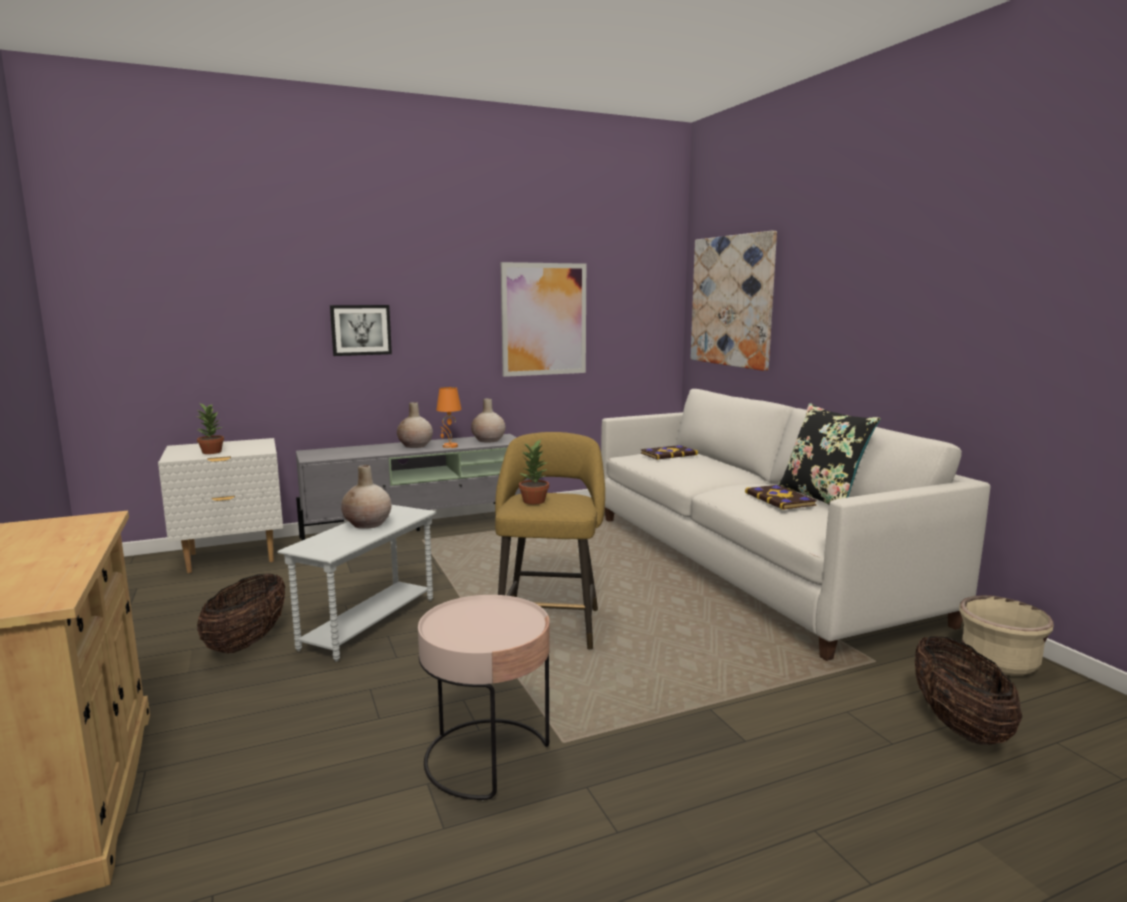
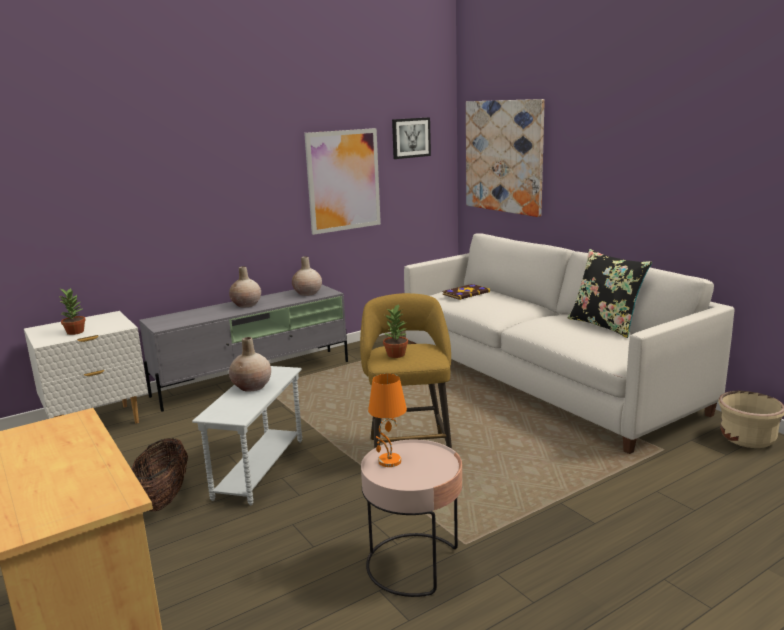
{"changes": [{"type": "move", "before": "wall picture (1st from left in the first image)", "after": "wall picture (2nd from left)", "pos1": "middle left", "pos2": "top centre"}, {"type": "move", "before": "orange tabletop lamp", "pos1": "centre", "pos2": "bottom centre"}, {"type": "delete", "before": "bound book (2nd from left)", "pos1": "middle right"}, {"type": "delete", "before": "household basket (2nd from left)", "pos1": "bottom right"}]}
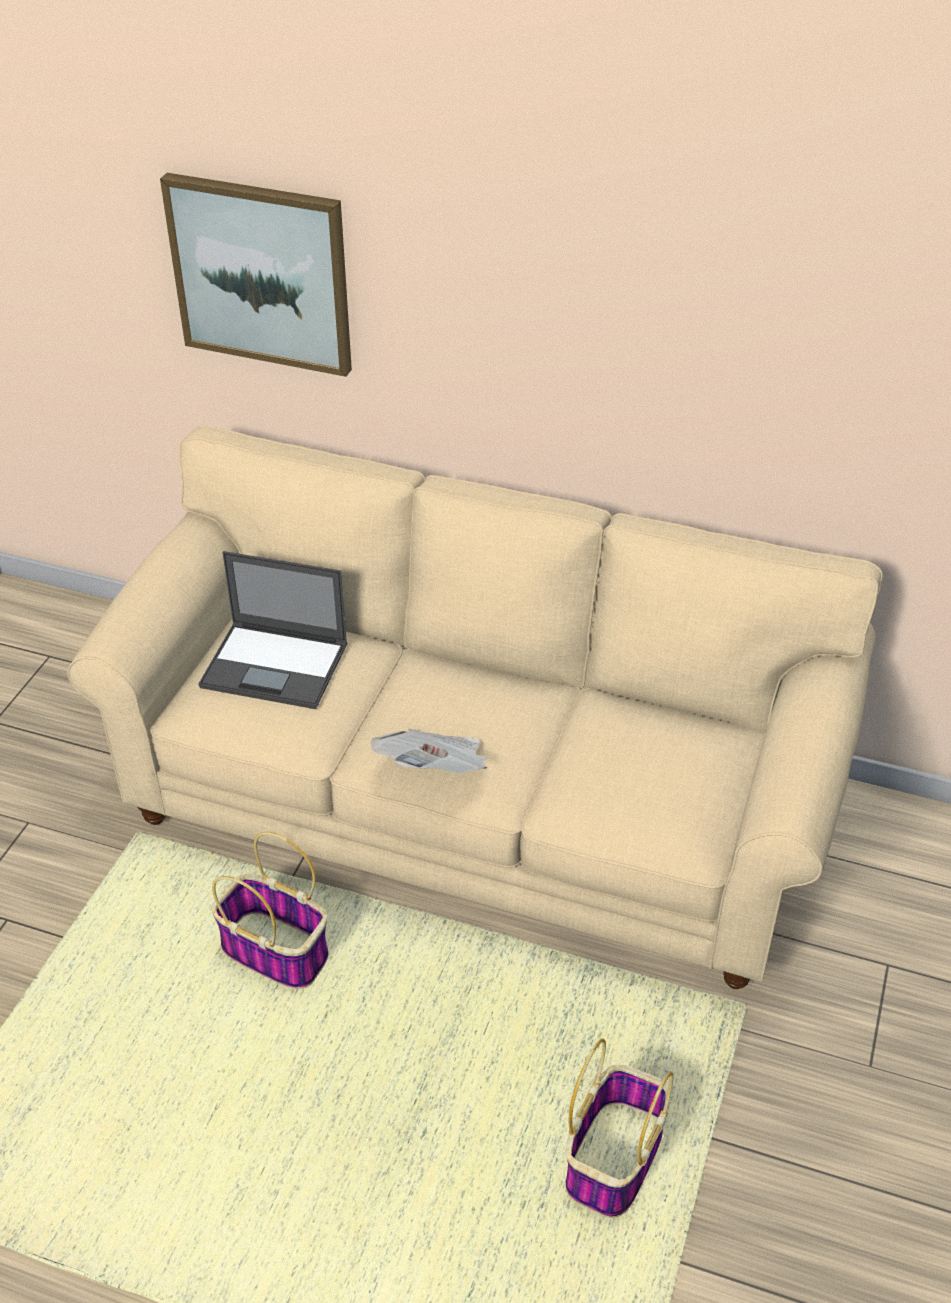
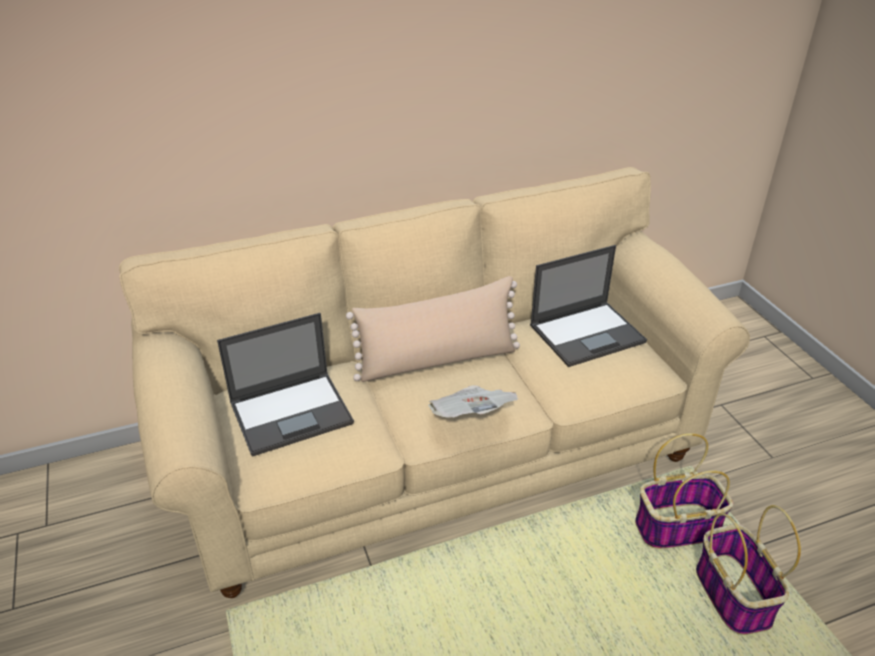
{"changes": [{"type": "delete", "before": "wall picture", "pos1": "top left"}, {"type": "move", "before": "household basket (1st from left)", "pos1": "bottom left", "pos2": "bottom right"}, {"type": "insert", "after": "portable computer (2nd from left)", "pos2": "middle right"}, {"type": "insert", "after": "beige-coloured pillow", "pos2": "centre"}]}
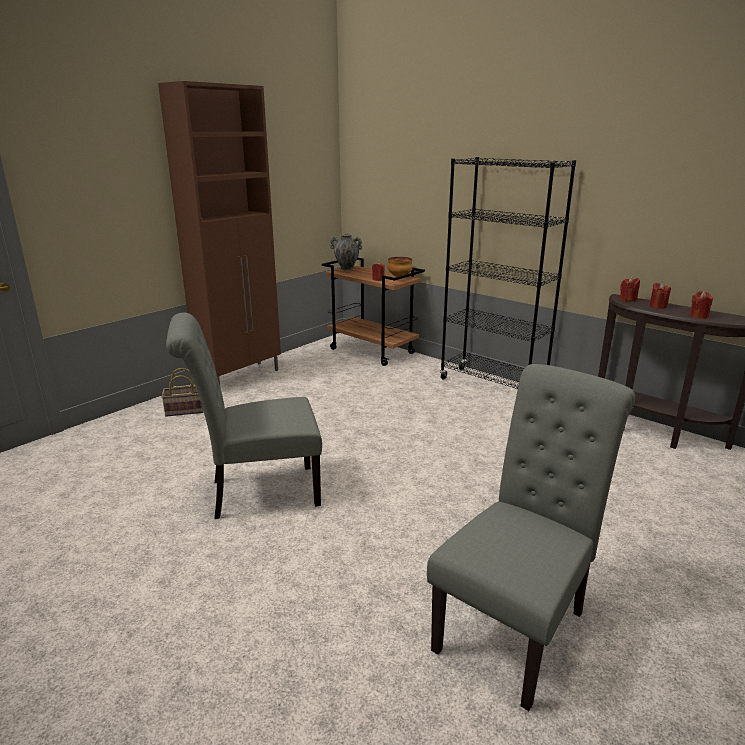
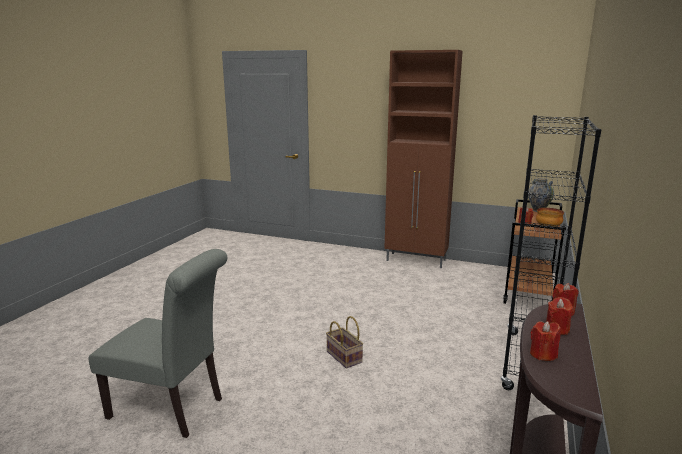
{"changes": [{"type": "delete", "before": "grey upright chair (1st from left)", "pos1": "middle left"}, {"type": "move", "before": "household basket", "pos1": "middle left", "pos2": "bottom centre"}]}
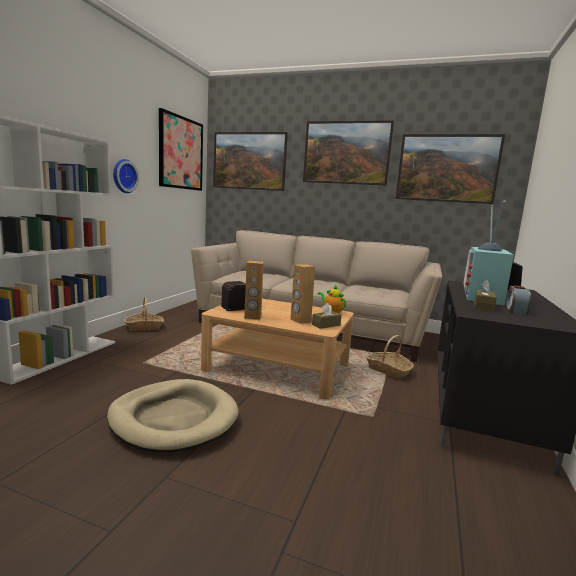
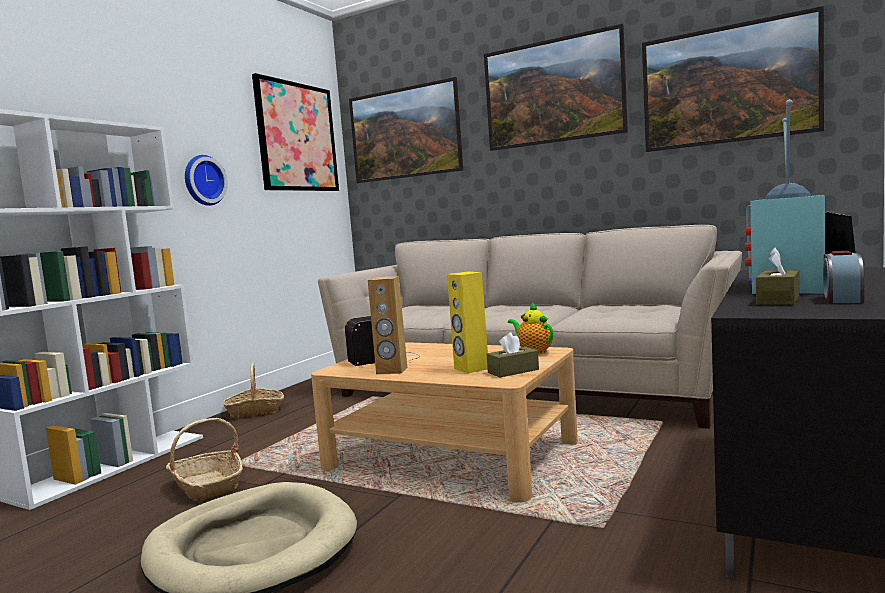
{"changes": [{"type": "recolor", "before": "brownish speaker (2nd from left)", "after": "yellow-coloured speaker", "pos1": "centre", "pos2": "centre"}, {"type": "move", "before": "household basket (2nd from left in the first image)", "after": "household basket (1st from left)", "pos1": "middle right", "pos2": "bottom left"}]}
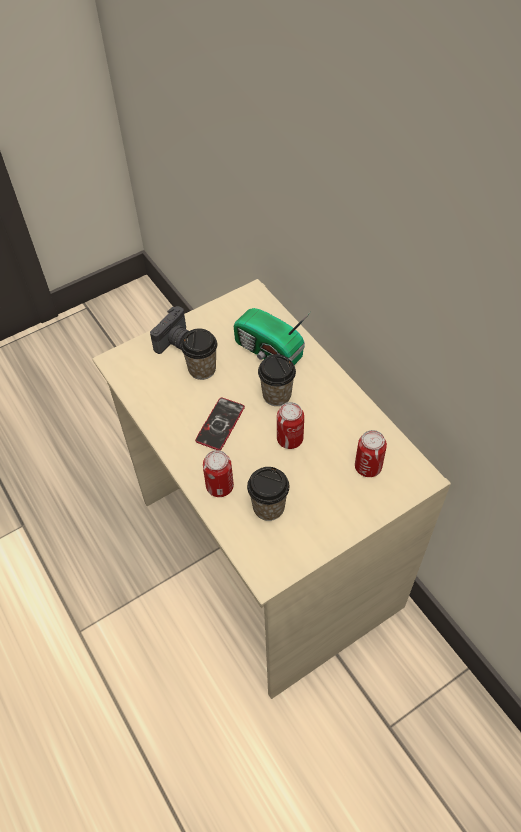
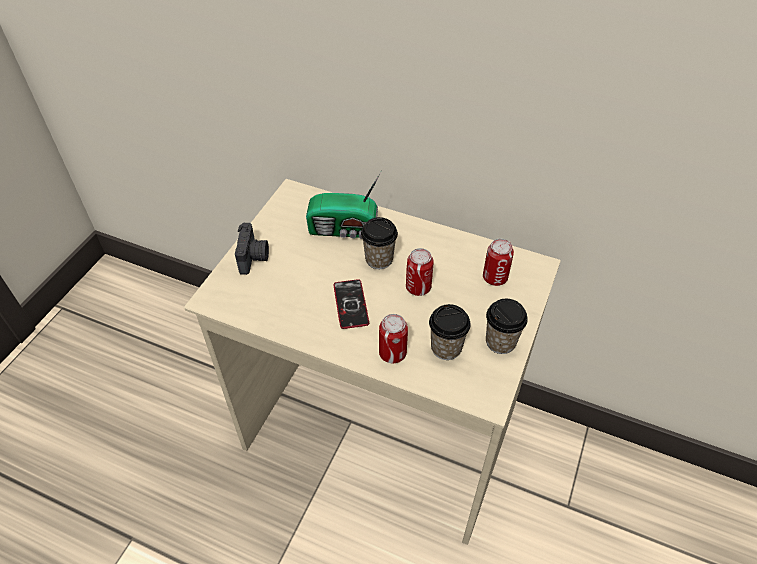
{"changes": [{"type": "move", "before": "small cup (1st from left in the first image)", "after": "small cup (3rd from left)", "pos1": "centre", "pos2": "middle right"}]}
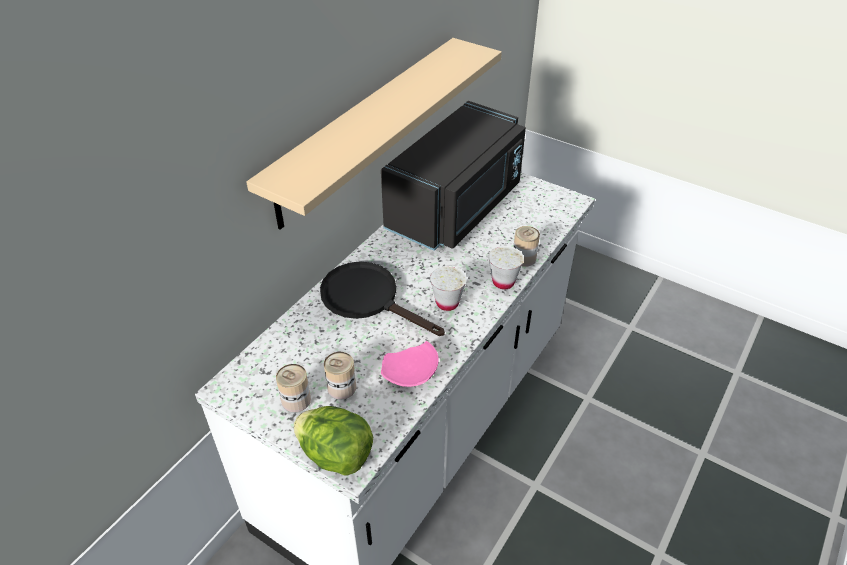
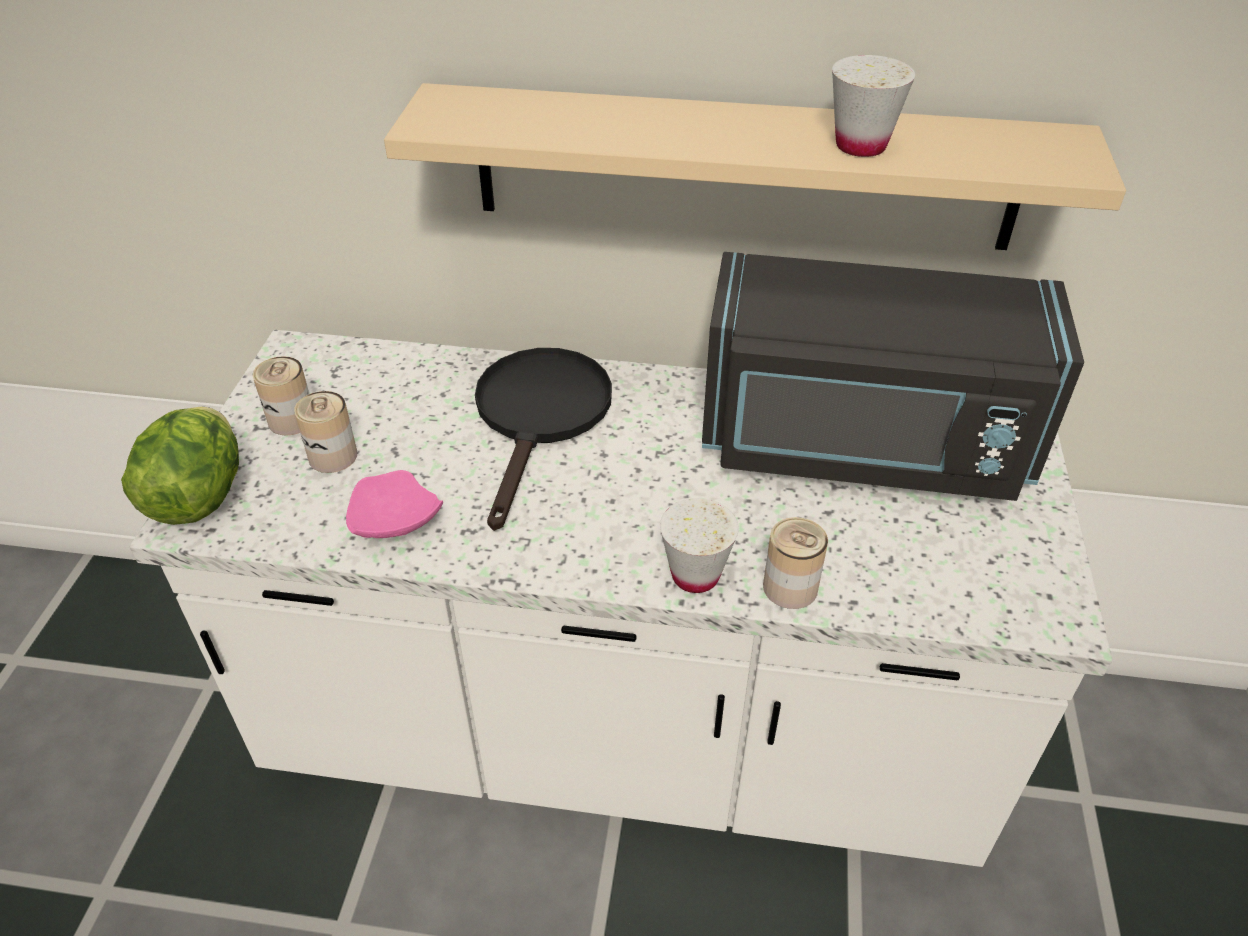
{"changes": [{"type": "move", "before": "white-coloured small cup (1st from left in the first image)", "after": "white-coloured small cup (2nd from left)", "pos1": "centre", "pos2": "top right"}]}
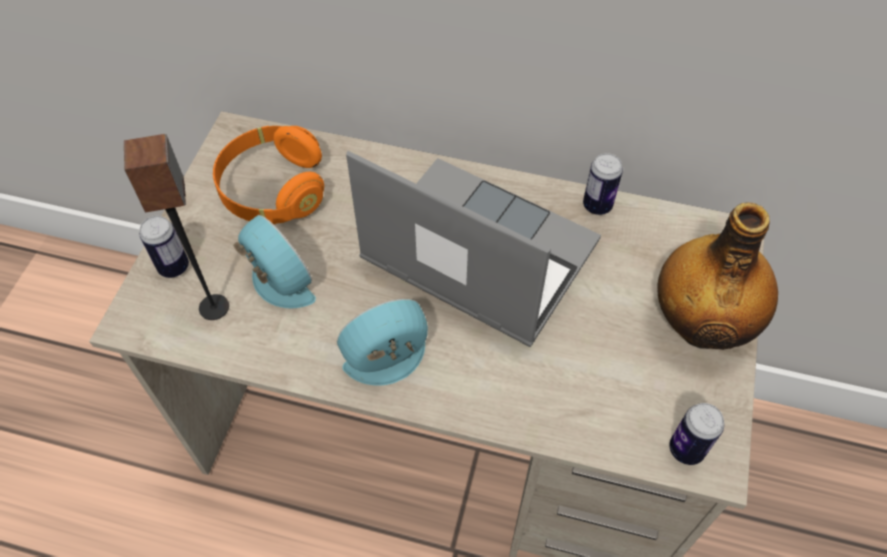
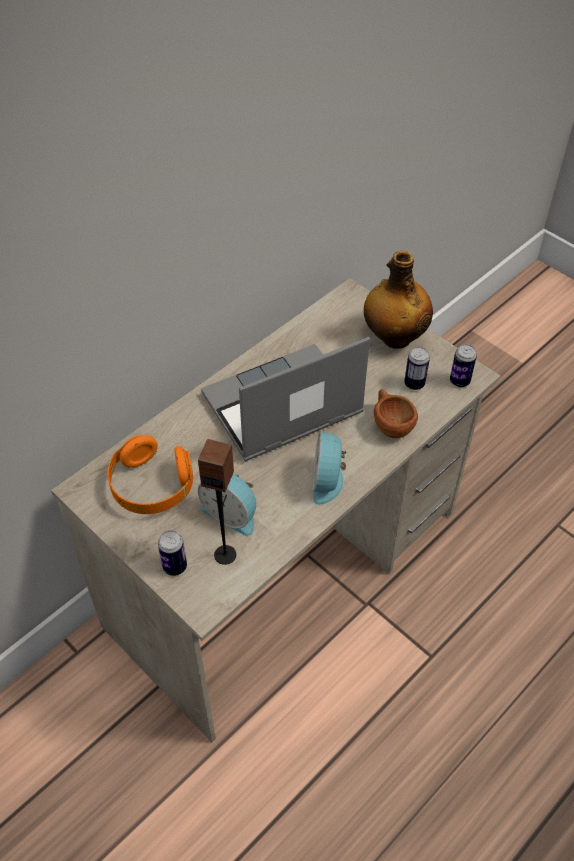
{"changes": [{"type": "move", "before": "can (2nd from left)", "pos1": "top right", "pos2": "middle right"}, {"type": "rotate", "before": "bedside clock (1st from left)", "pos1": "middle left", "pos2": "centre", "turn": -135}, {"type": "insert", "after": "brownish small cup", "pos2": "middle right"}]}
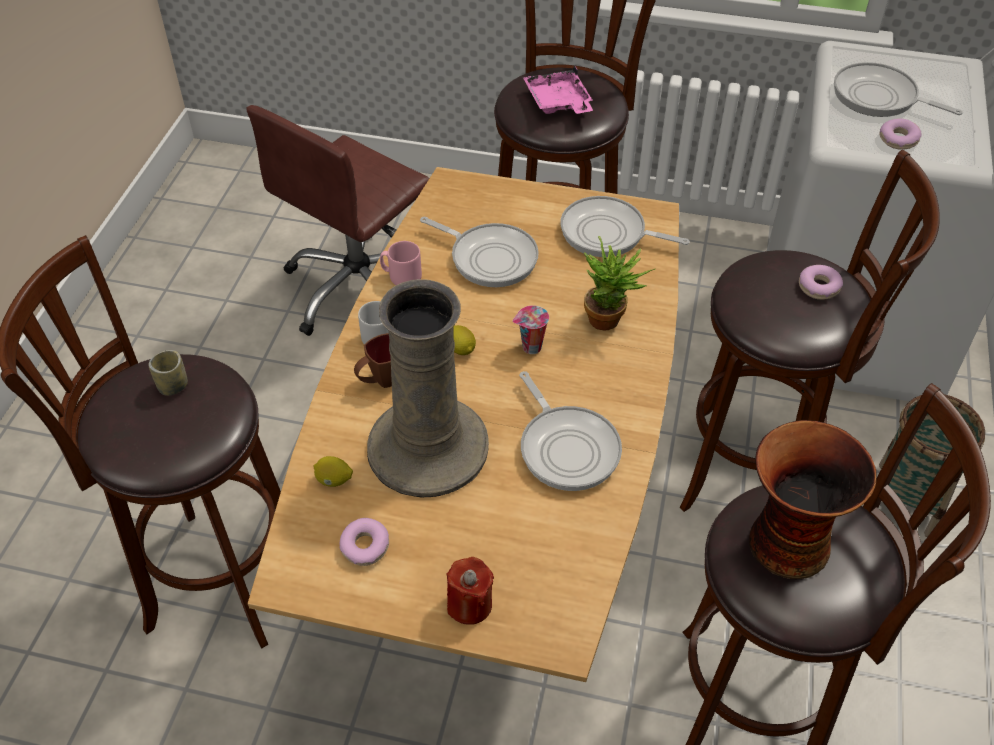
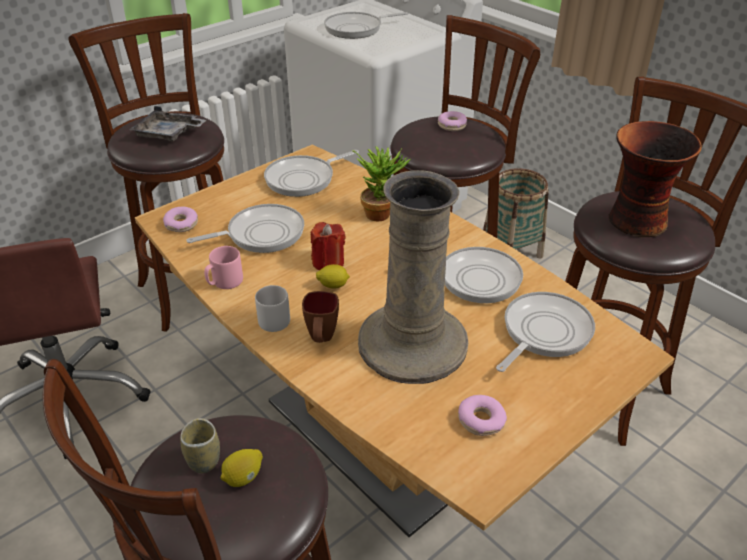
{"changes": [{"type": "recolor", "before": "pink-coloured tray", "after": "grey tray", "pos1": "top centre", "pos2": "top left"}, {"type": "move", "before": "ring doughnut (3rd from left in the first image)", "after": "ring doughnut (1st from left)", "pos1": "top right", "pos2": "middle left"}, {"type": "delete", "before": "small cup (2nd from left)", "pos1": "centre"}, {"type": "move", "before": "citrus fruit (1st from left)", "pos1": "centre", "pos2": "bottom left"}, {"type": "move", "before": "reddish wax light", "pos1": "bottom centre", "pos2": "centre"}, {"type": "insert", "after": "pan (5th from left)", "pos2": "middle right"}]}
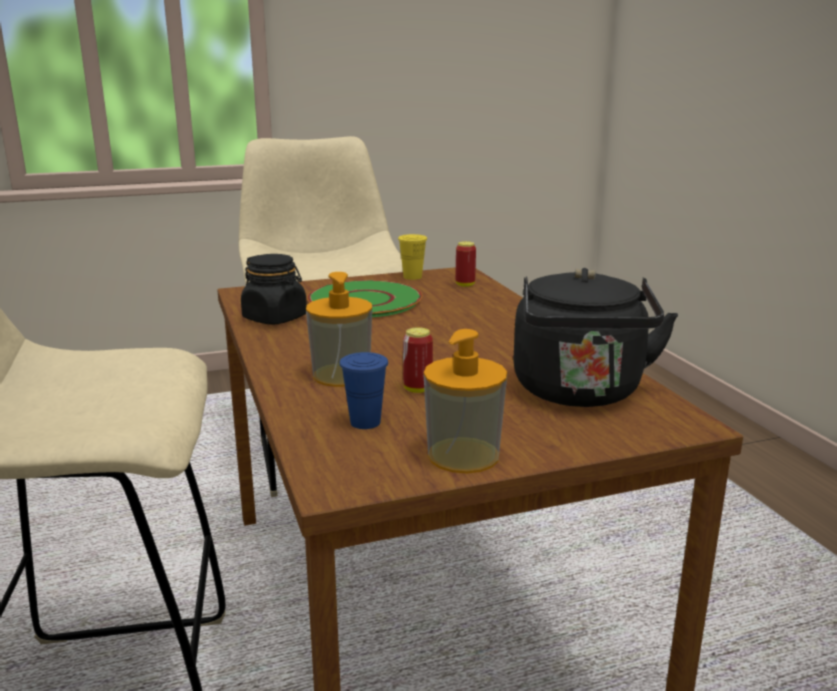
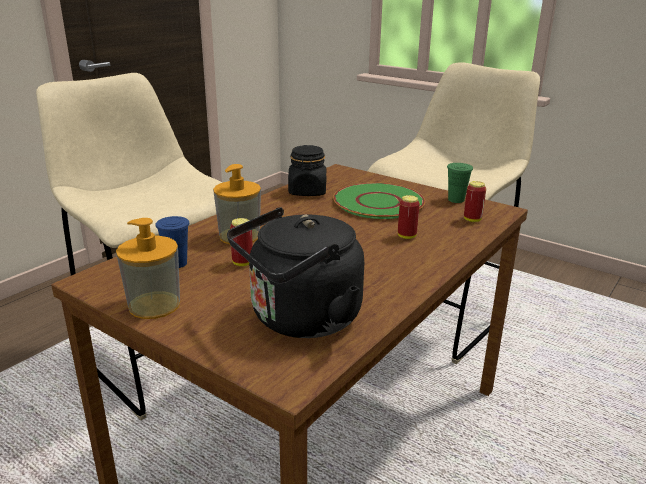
{"changes": [{"type": "recolor", "before": "yellow-coloured small cup", "after": "green-coloured small cup", "pos1": "centre", "pos2": "middle right"}, {"type": "insert", "after": "can (2nd from left)", "pos2": "centre"}]}
